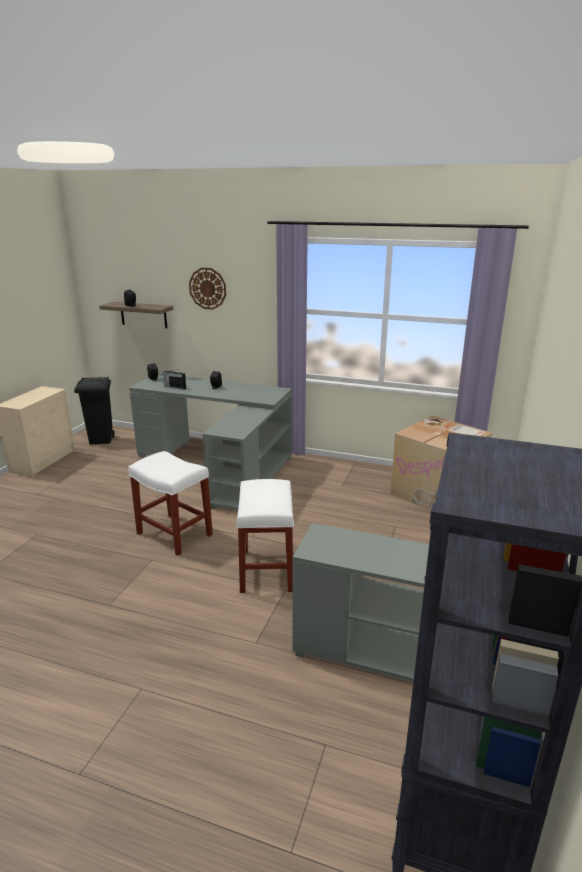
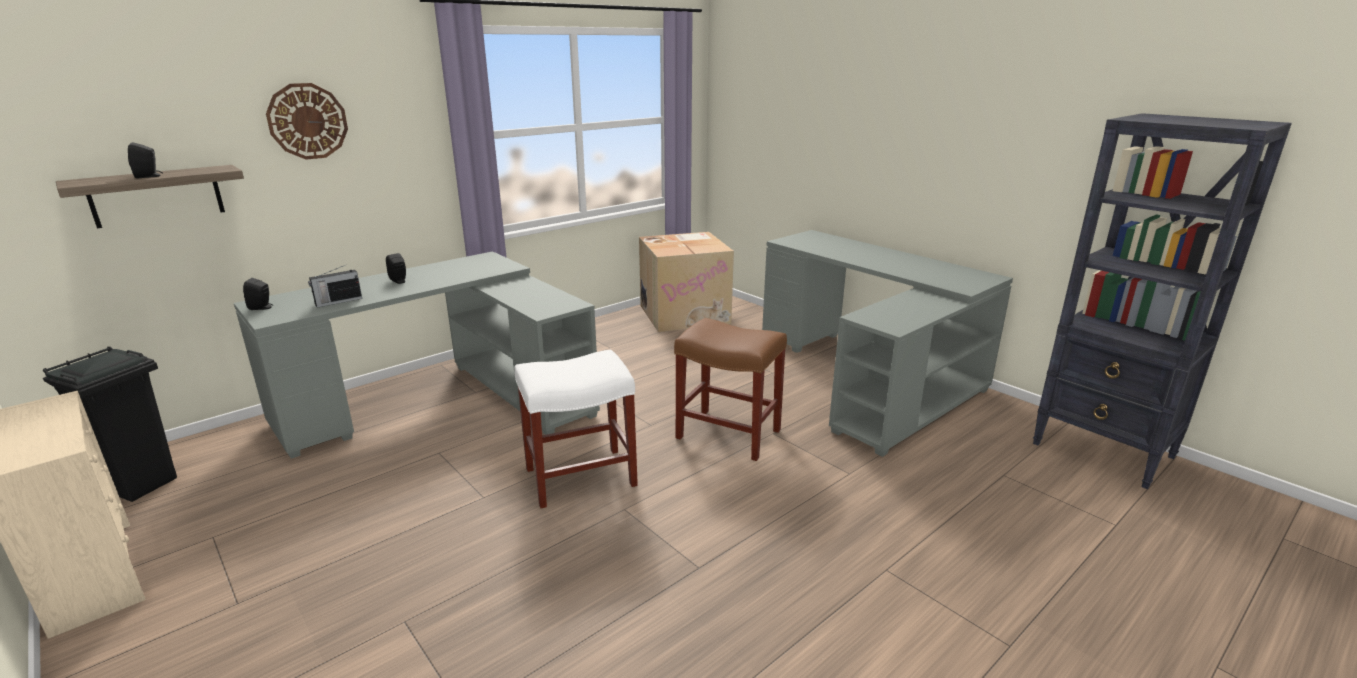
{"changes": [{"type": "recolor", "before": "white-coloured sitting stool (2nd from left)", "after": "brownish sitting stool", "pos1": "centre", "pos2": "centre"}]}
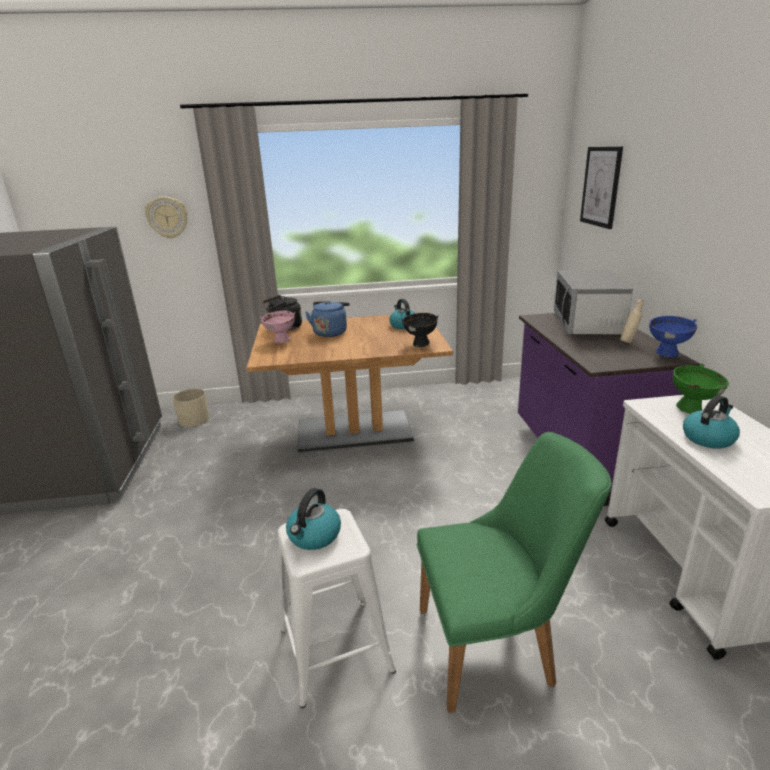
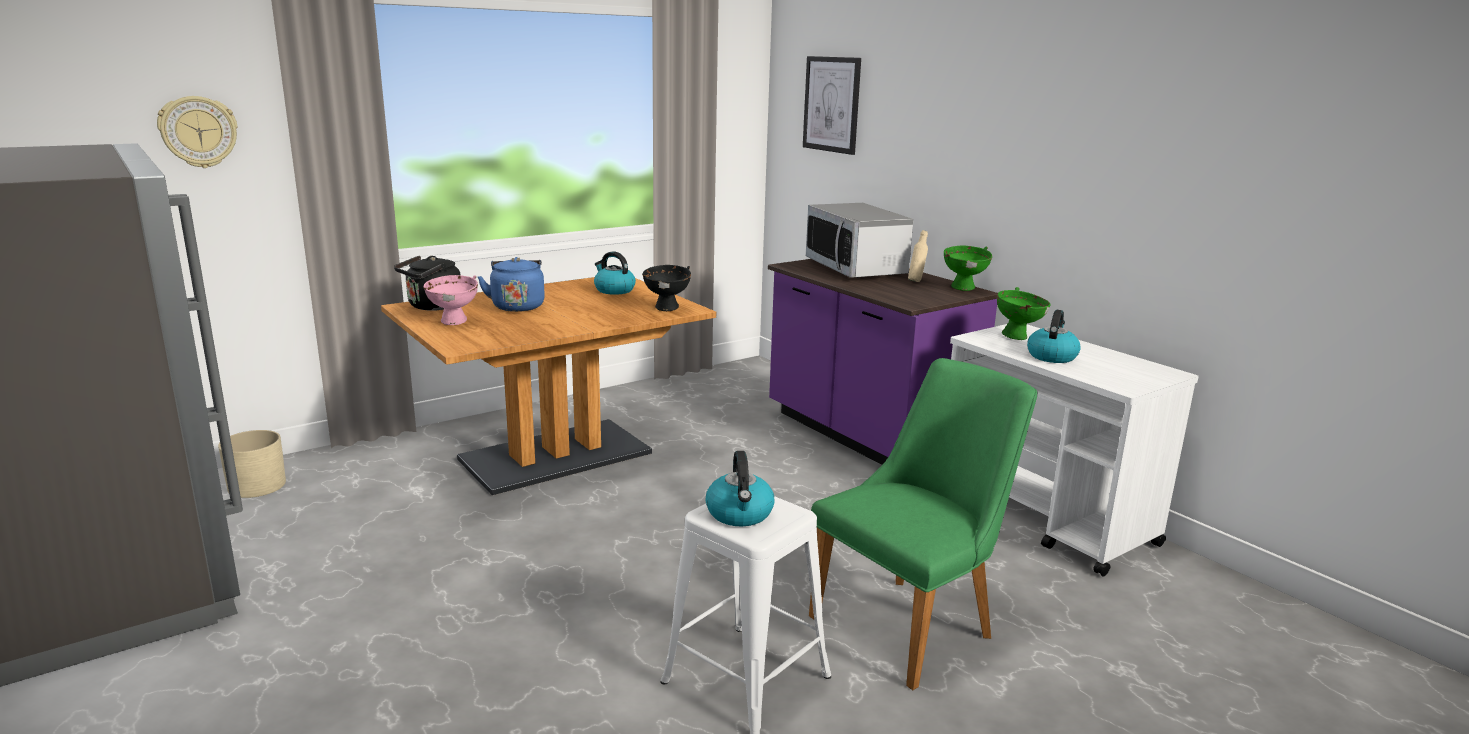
{"changes": [{"type": "recolor", "before": "blue-coloured bowl", "after": "green-coloured bowl (1st from left)", "pos1": "middle right", "pos2": "centre"}]}
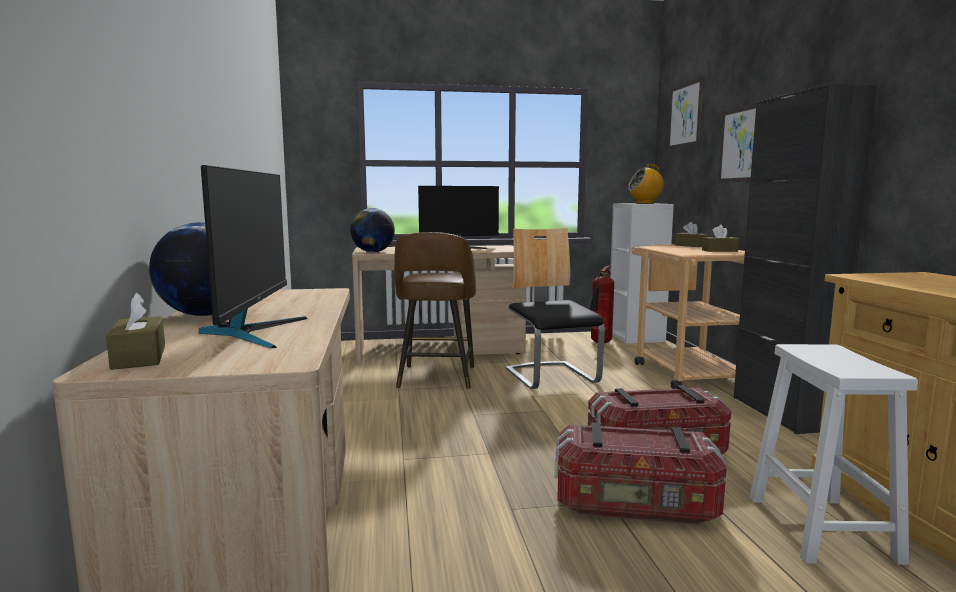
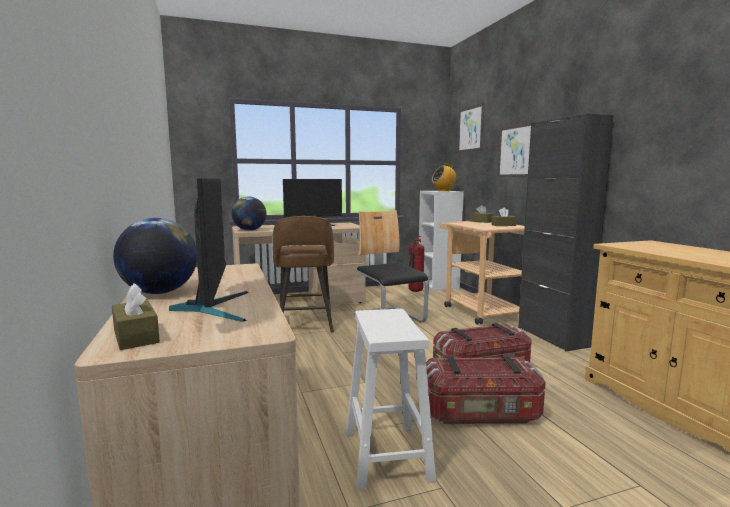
{"changes": [{"type": "move", "before": "white-coloured sitting stool", "pos1": "bottom right", "pos2": "bottom centre"}]}
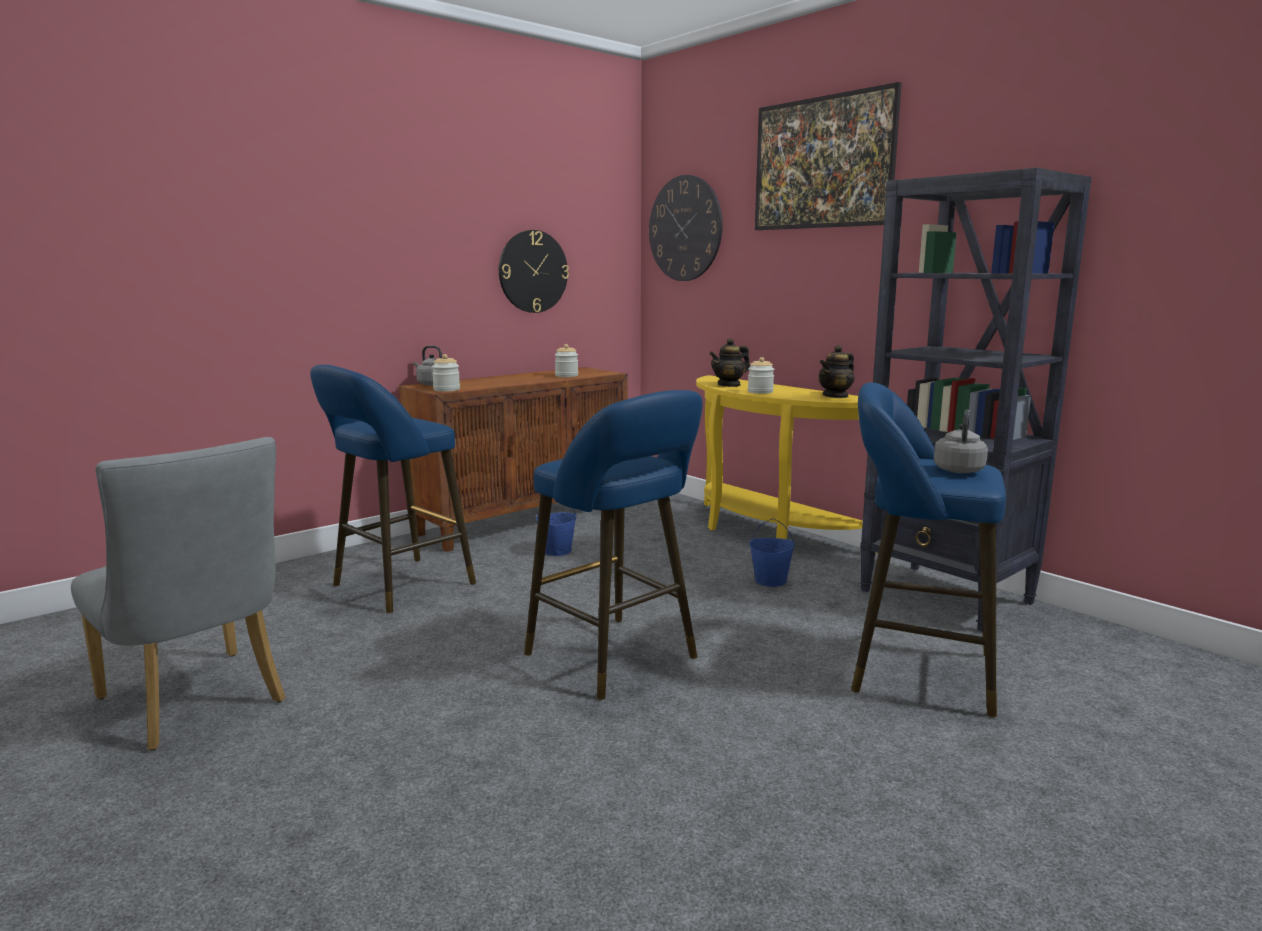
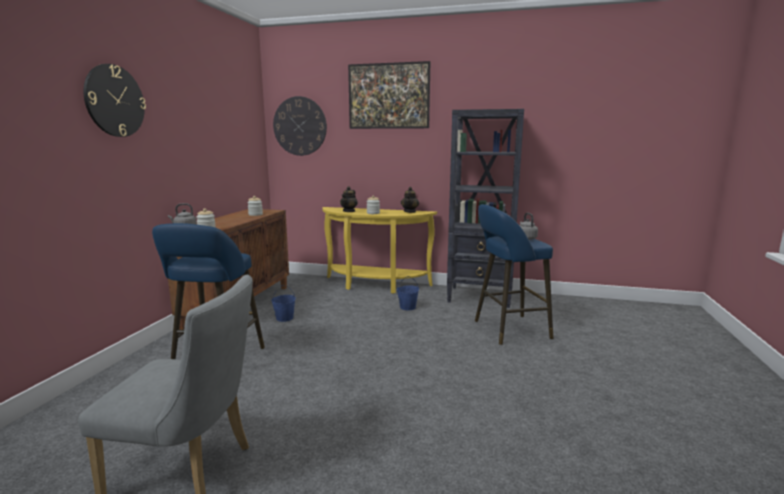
{"changes": [{"type": "move", "before": "wall clock (1st from left)", "pos1": "top centre", "pos2": "top left"}, {"type": "delete", "before": "blue-coloured sitting stool (2nd from left)", "pos1": "centre"}]}
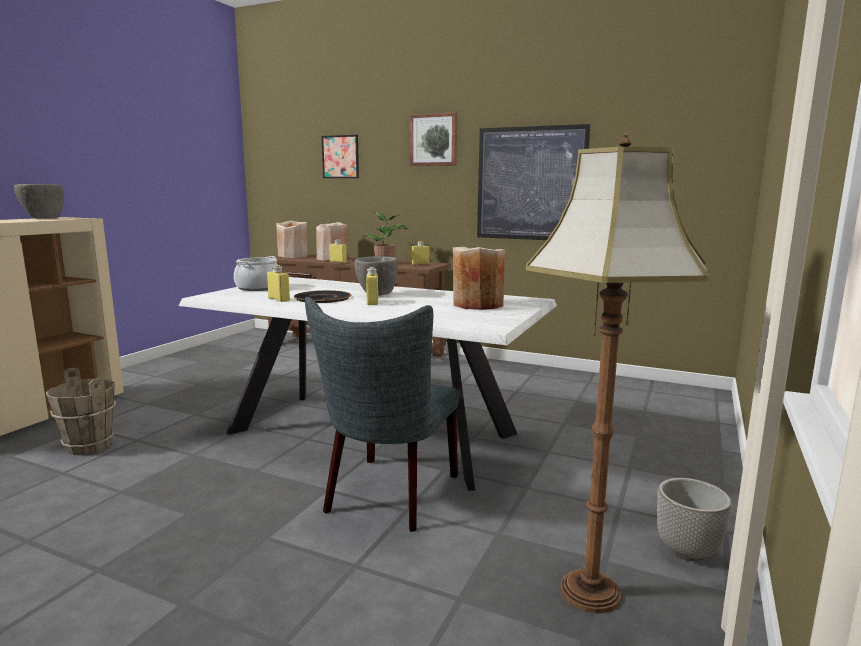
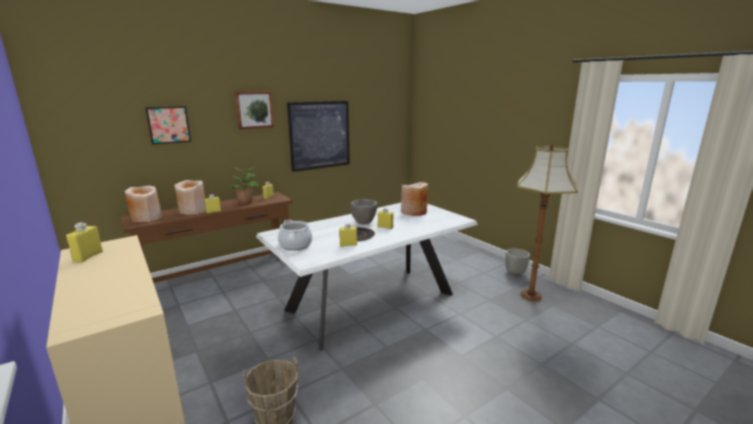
{"changes": [{"type": "replace", "before": "grey bowl (1st from left)", "after": "yellow-coloured drink bottle (1st from left)", "pos1": "top left", "pos2": "middle left"}, {"type": "delete", "before": "grey upright chair", "pos1": "centre"}]}
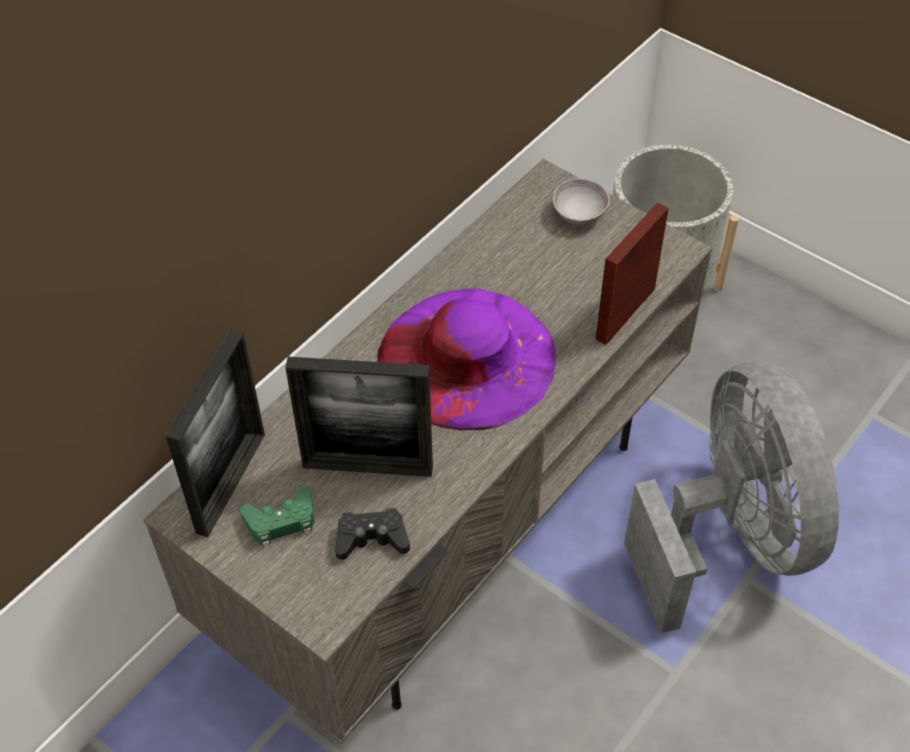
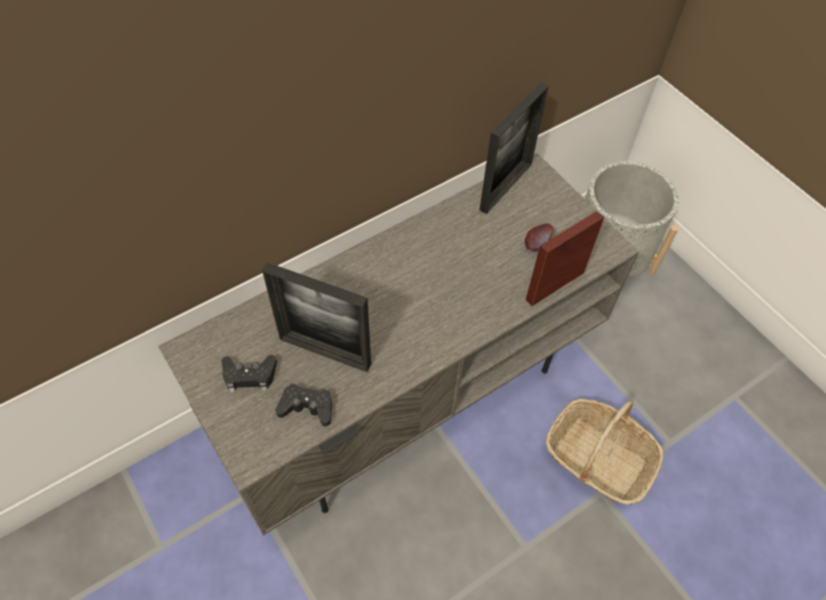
{"changes": [{"type": "delete", "before": "grey bowl", "pos1": "top centre"}, {"type": "delete", "before": "purple-coloured wearable hat", "pos1": "centre"}, {"type": "move", "before": "standing frame (1st from left in the first image)", "after": "standing frame (2nd from left)", "pos1": "middle left", "pos2": "top centre"}, {"type": "replace", "before": "grey fan", "after": "household basket", "pos1": "middle right", "pos2": "bottom right"}, {"type": "recolor", "before": "green-coloured joypad", "after": "black-coloured joypad (1st from left)", "pos1": "bottom left", "pos2": "middle left"}, {"type": "insert", "after": "whole apple", "pos2": "centre"}]}
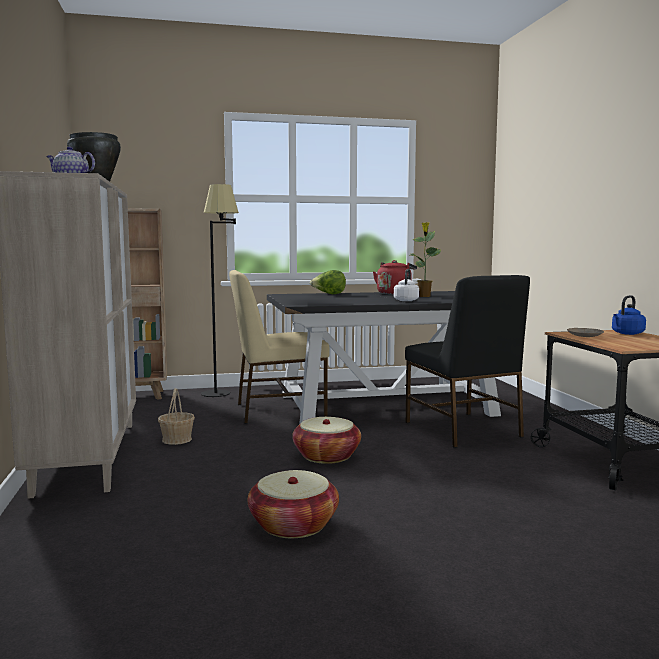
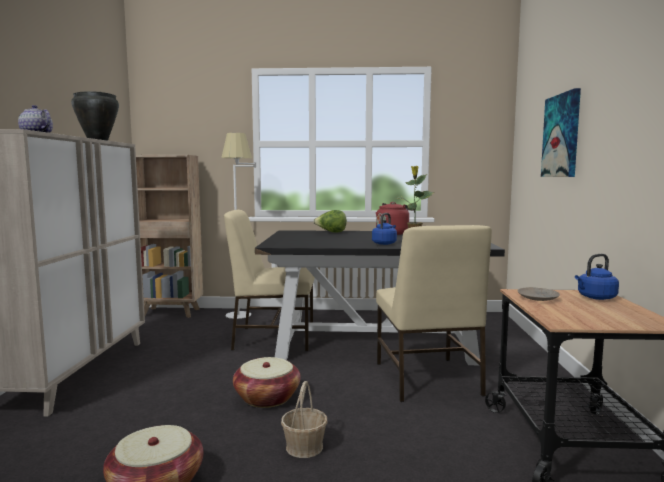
{"changes": [{"type": "recolor", "before": "black-coloured floor lamp", "after": "white-coloured floor lamp", "pos1": "centre", "pos2": "centre"}, {"type": "recolor", "before": "white-coloured kettle", "after": "blue-coloured kettle (1st from left)", "pos1": "centre", "pos2": "centre"}, {"type": "recolor", "before": "black-coloured upright chair", "after": "beige-coloured upright chair (2nd from left)", "pos1": "middle right", "pos2": "centre"}, {"type": "move", "before": "household basket (1st from left in the first image)", "after": "household basket (3rd from left)", "pos1": "middle left", "pos2": "bottom centre"}, {"type": "insert", "after": "wall picture", "pos2": "top right"}]}
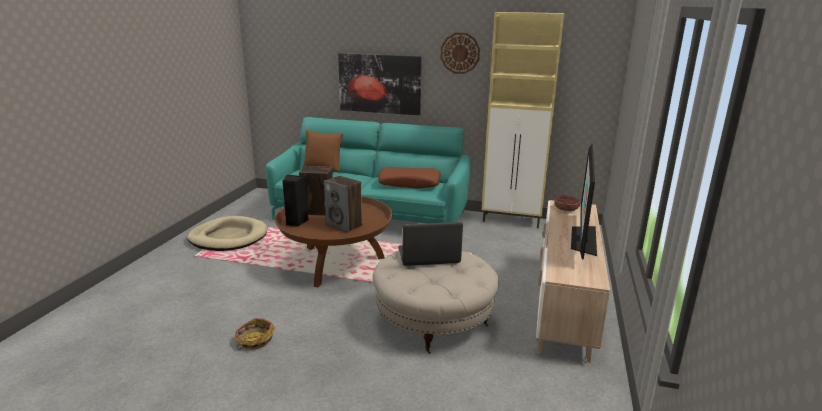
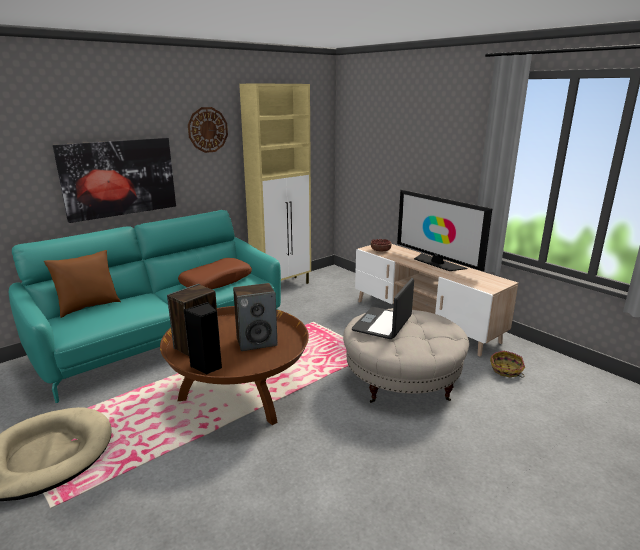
{"changes": [{"type": "move", "before": "household basket", "pos1": "bottom left", "pos2": "middle right"}]}
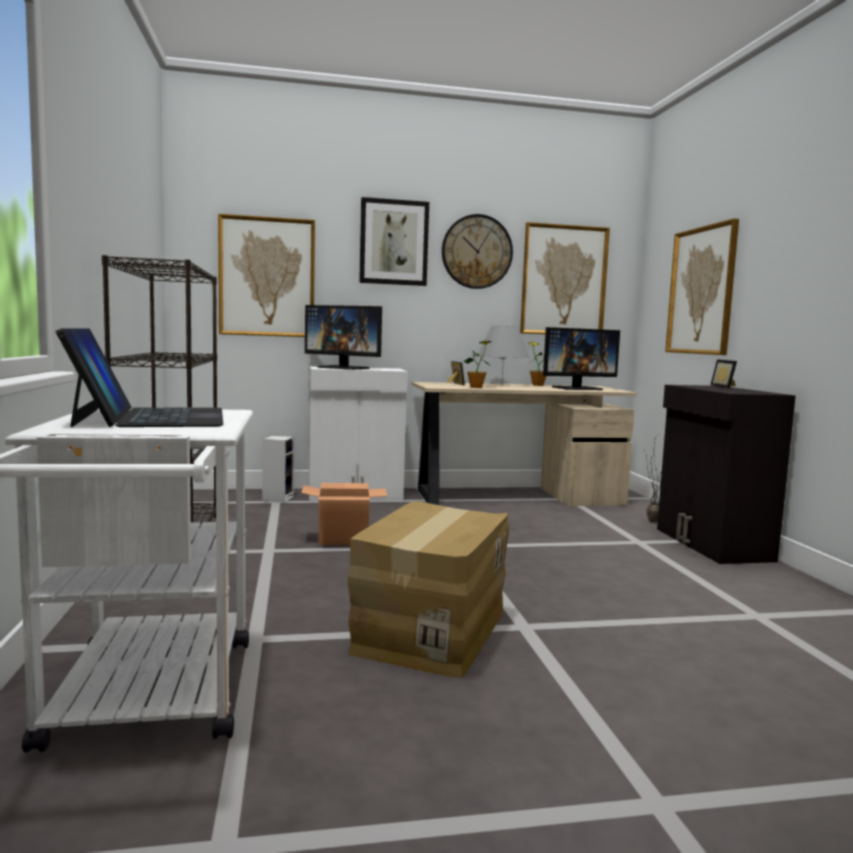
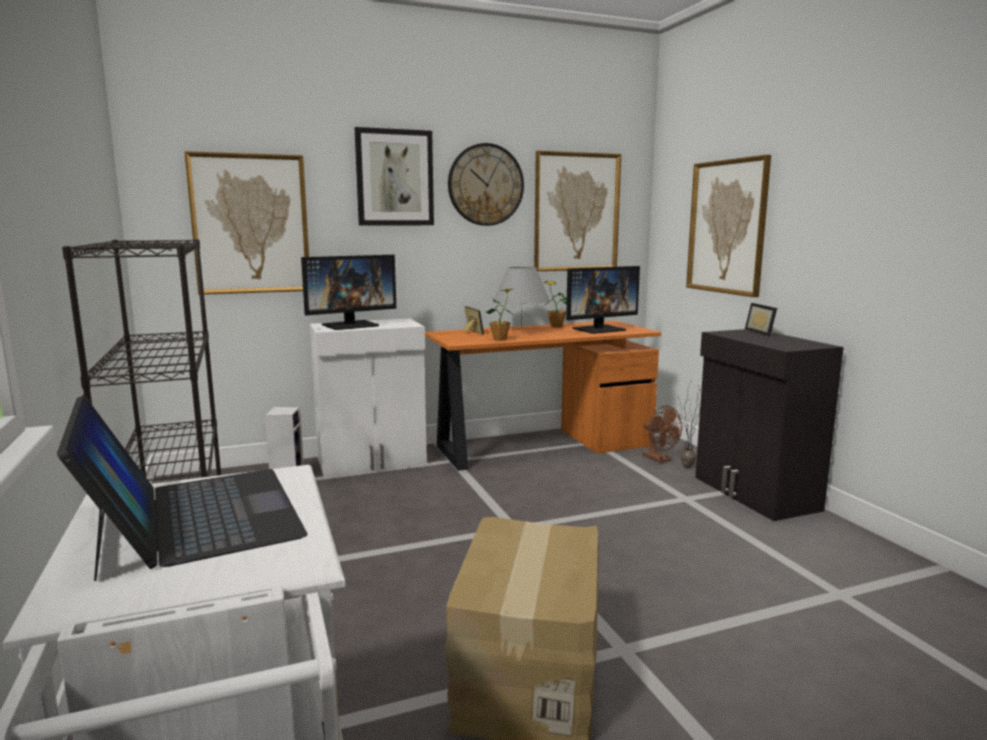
{"changes": [{"type": "rotate", "before": "computer screen (1st from left)", "pos1": "centre", "pos2": "centre", "turn": -45}, {"type": "recolor", "before": "beige-coloured desk unit", "after": "orange desk unit", "pos1": "centre", "pos2": "centre"}, {"type": "delete", "before": "cardboard box (1st from left)", "pos1": "centre"}, {"type": "insert", "after": "brownish fan", "pos2": "middle right"}]}
